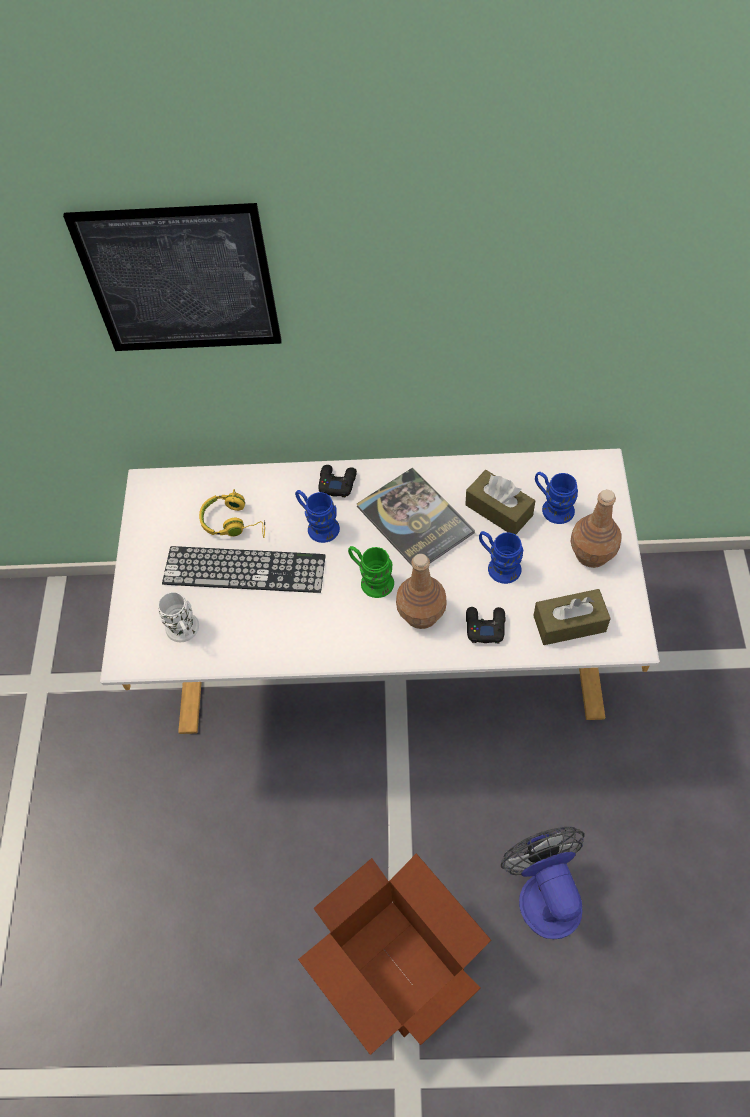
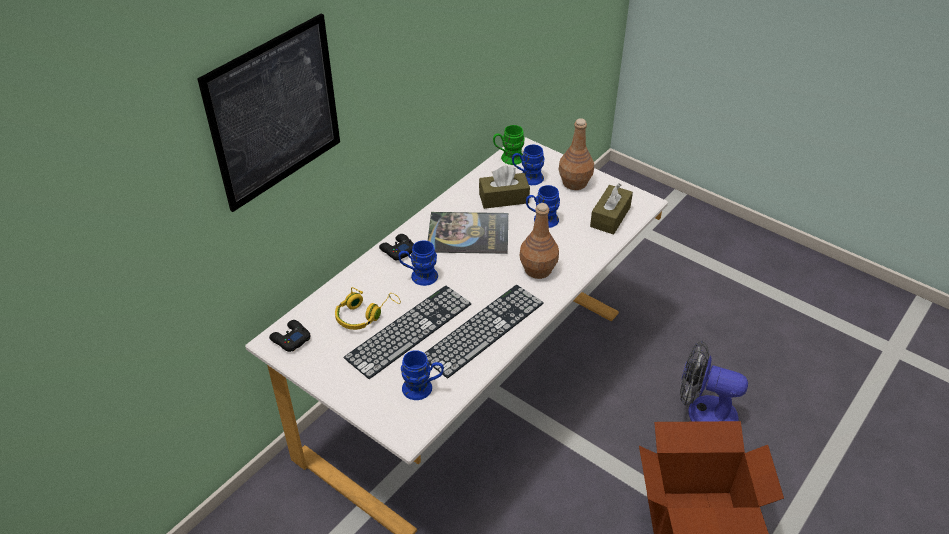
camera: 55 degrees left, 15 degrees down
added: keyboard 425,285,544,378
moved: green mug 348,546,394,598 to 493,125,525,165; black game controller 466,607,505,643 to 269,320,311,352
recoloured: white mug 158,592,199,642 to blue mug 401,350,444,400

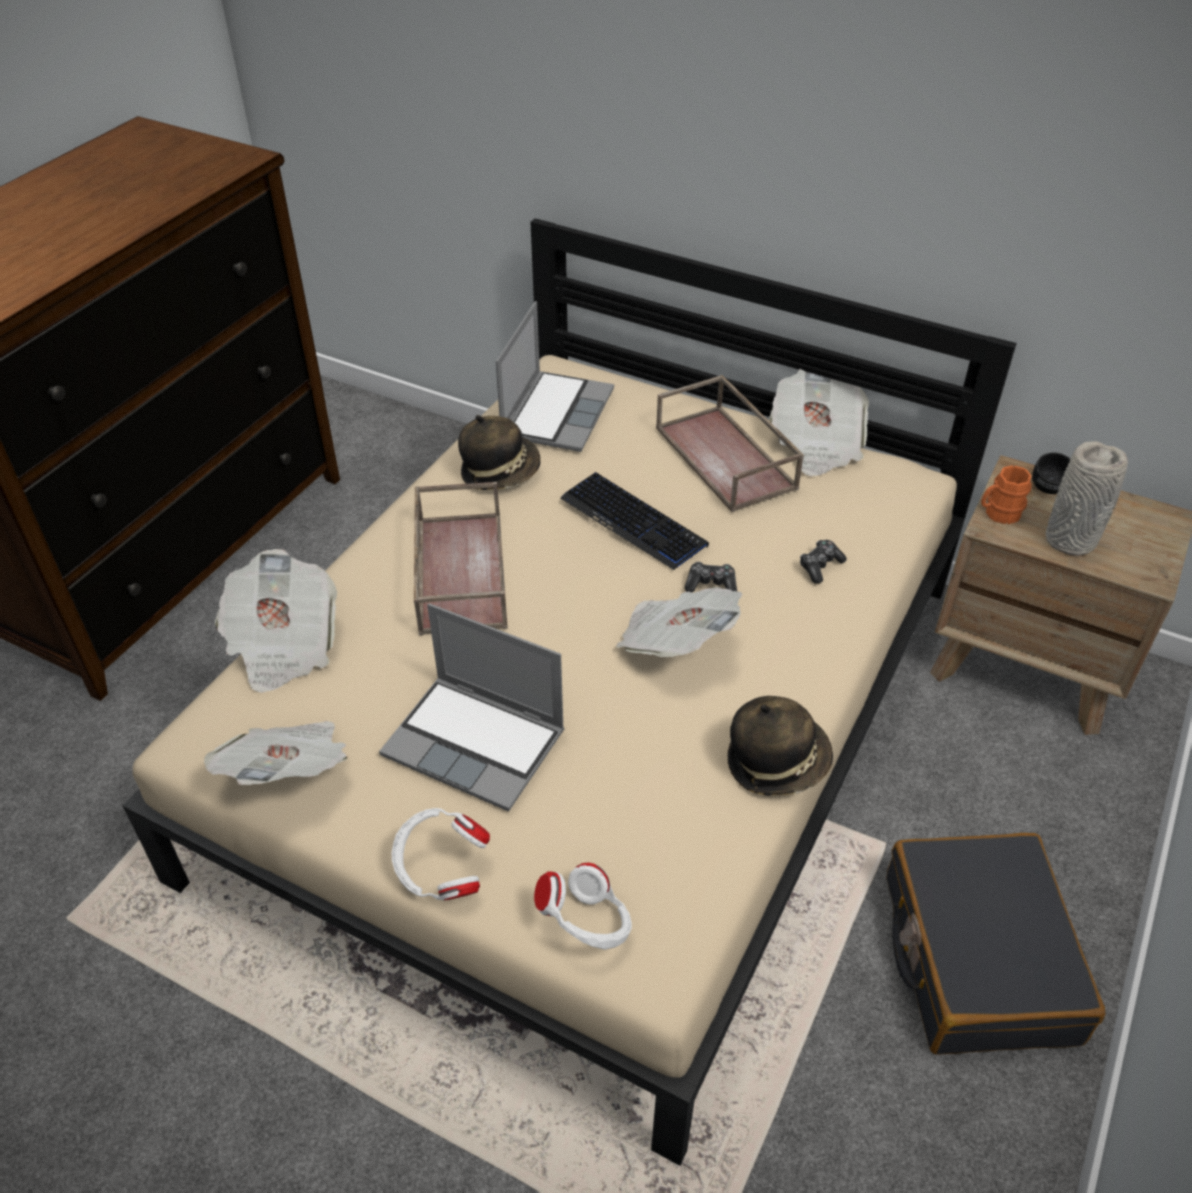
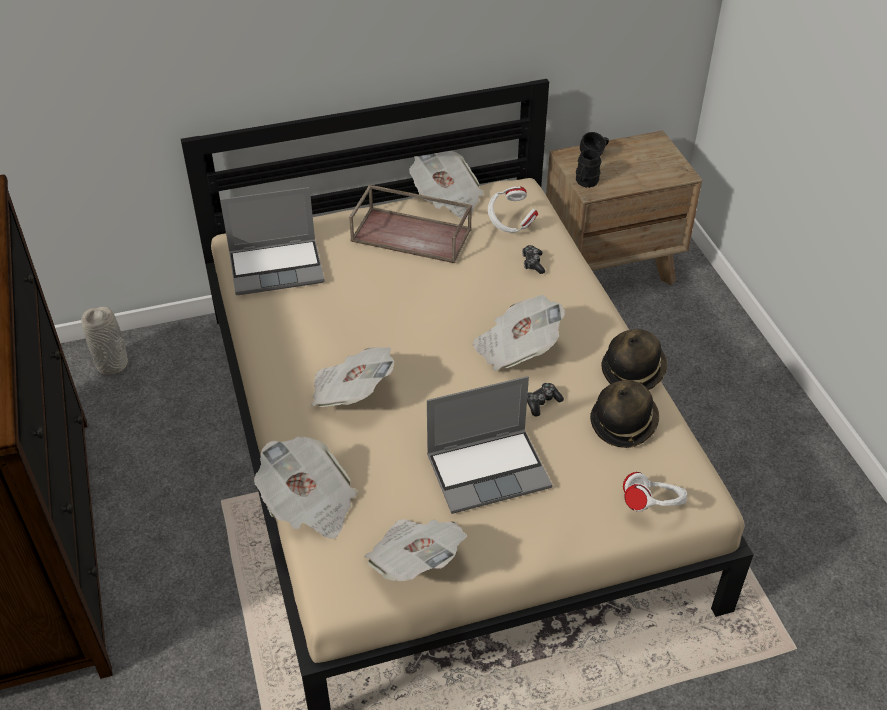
camera: 45 degrees left, 0 degrees up
removed: keyboard 560,472,709,570; black suitcase 887,833,1105,1055
moved: white headphones 392,808,490,900 to 488,186,538,233; hat 458,415,541,490 to 590,380,659,448; game controller 685,562,737,592 to 527,383,564,417; grey vase 1045,441,1128,556 to 81,306,128,375
replaced: brown tray 414,482,508,635 to newspaper 311,347,394,407
recoloured: orange mug 981,466,1032,524 to black mug 576,149,601,188
turned: laptop 496,301,614,452 = 220,187,324,295 105 degrees clockwise

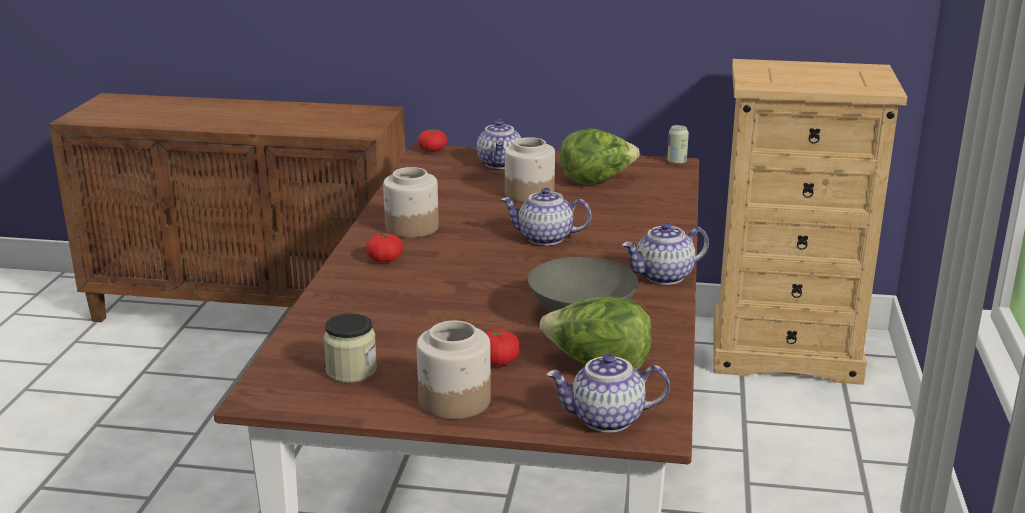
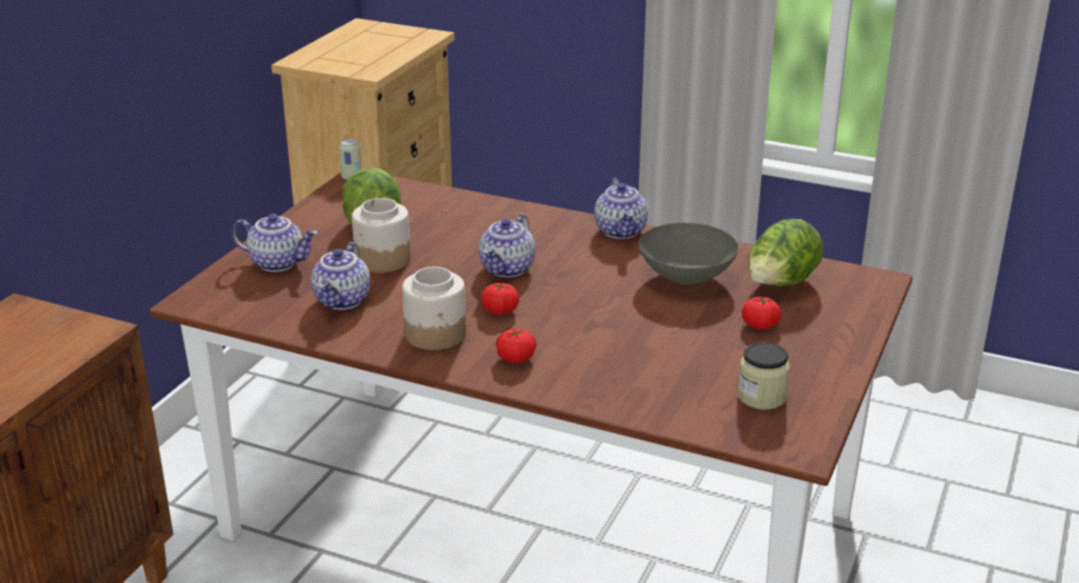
camera: 75 degrees left, 5 degrees up
removed: jar 417,320,491,419
moved: tomato 418,129,447,152 to 481,283,519,315; teapot 546,354,670,433 to 311,242,370,310

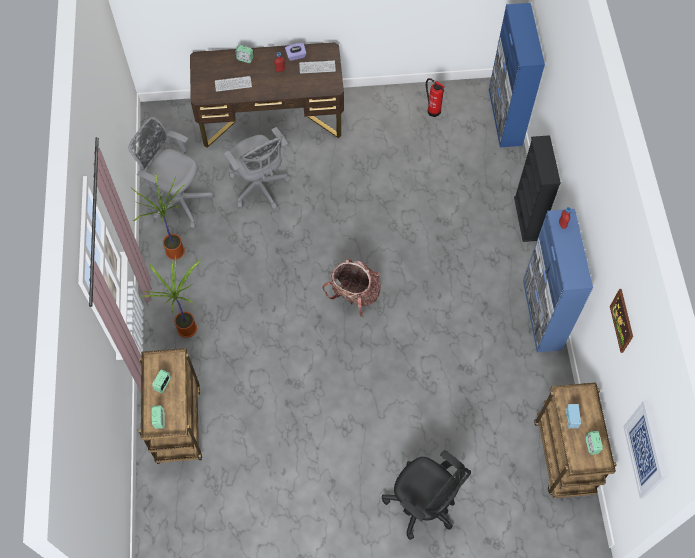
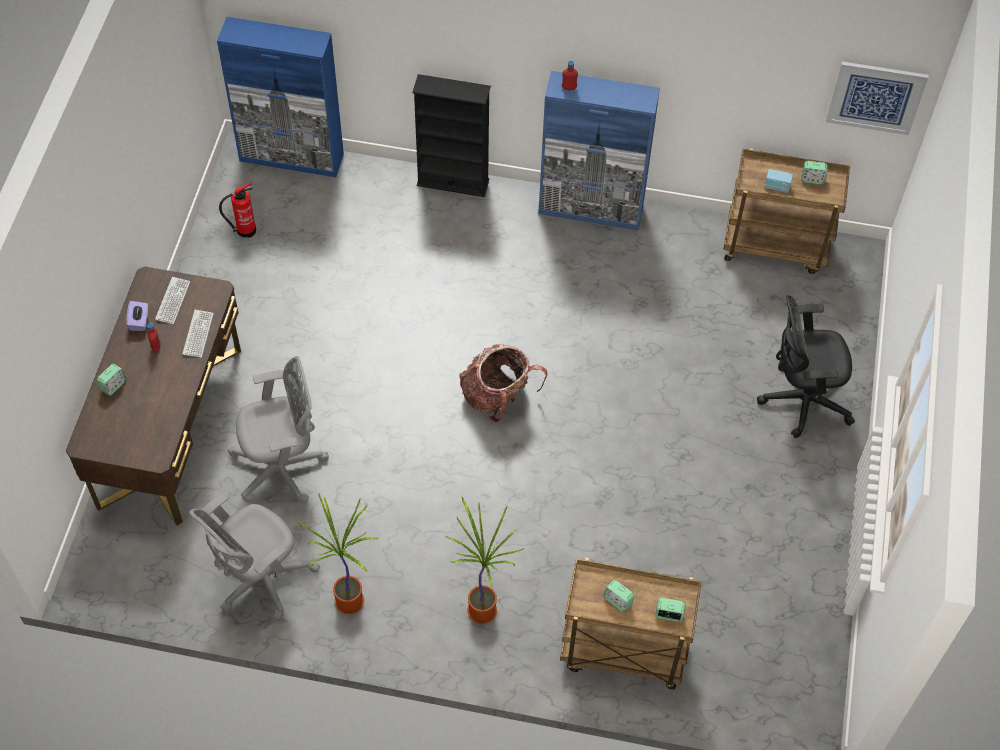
camera: 75 degrees left, 5 degrees down
removed: picture 610,289,633,353
moved: keyboard 215,76,252,92 to 182,310,214,358
turned: black office chair 382,450,471,540 = 757,295,855,438 150 degrees counterclockwise

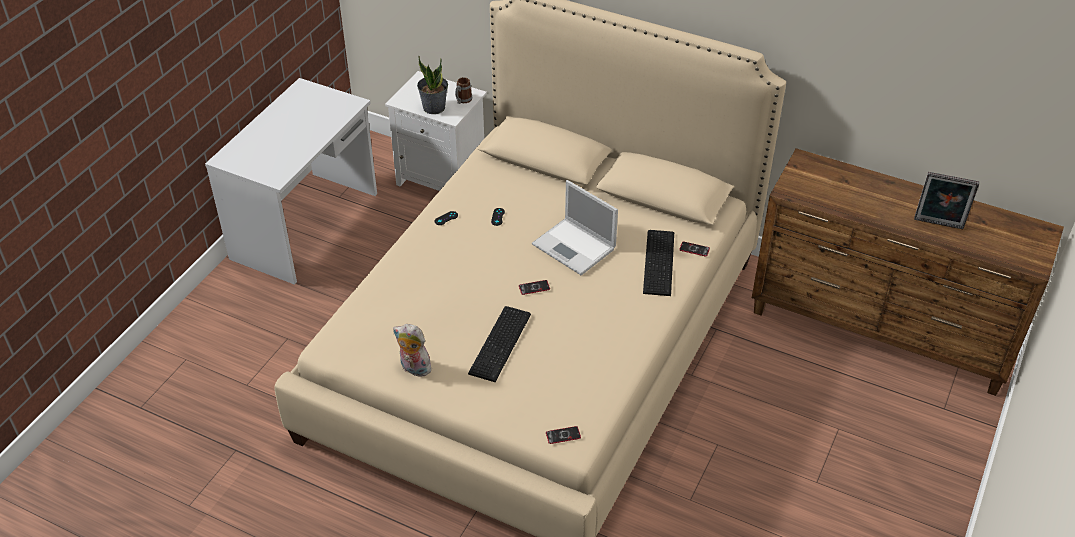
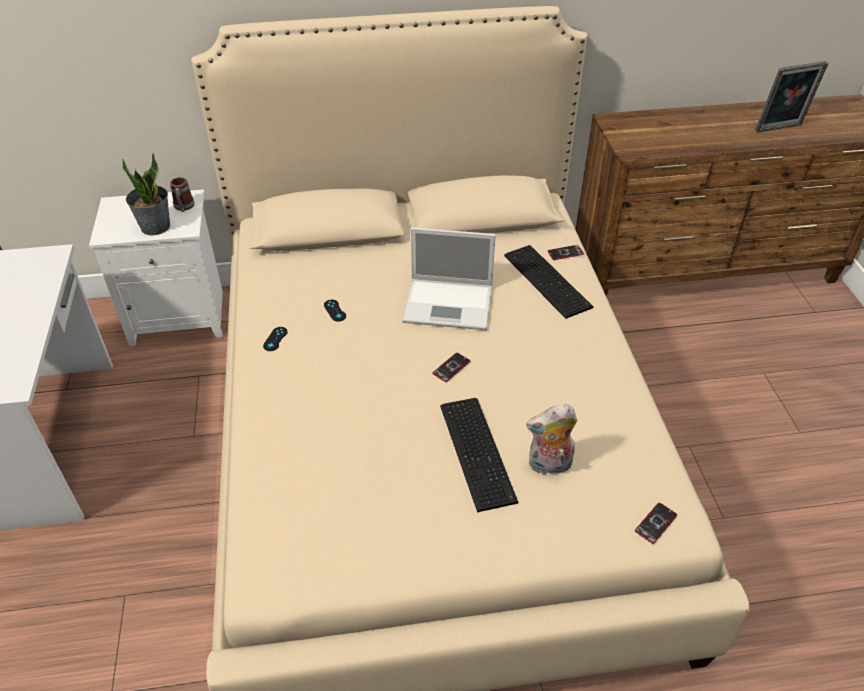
camera: 35 degrees left, 0 degrees up
moved: plush toy 393,324,432,377 to 526,404,578,475

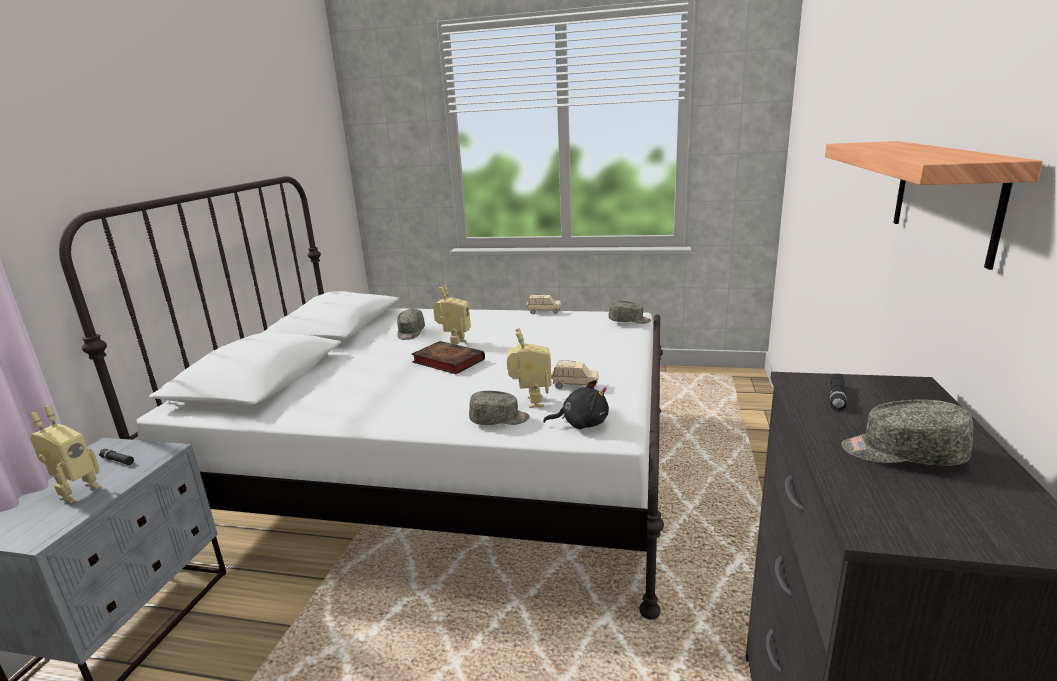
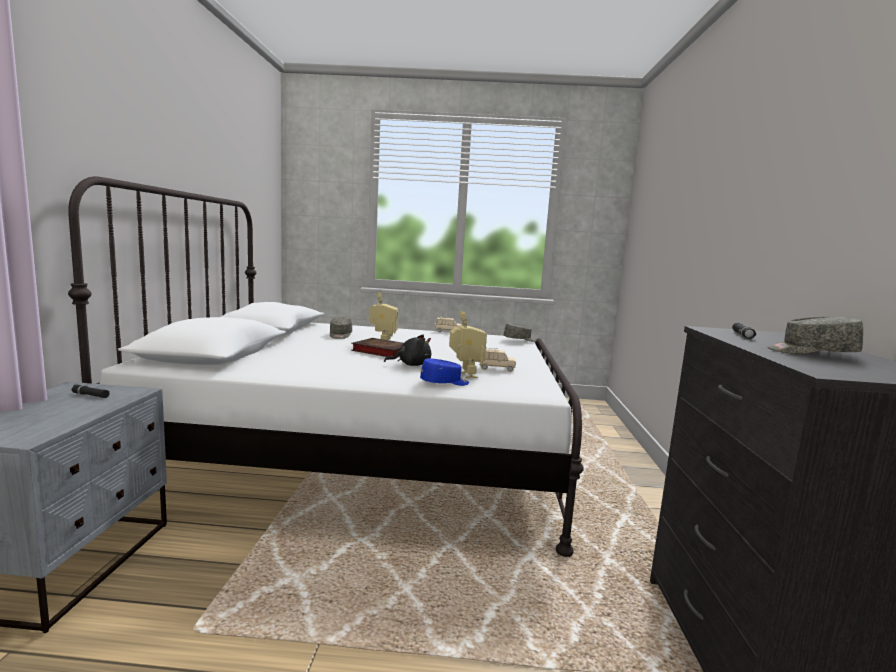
camera: 10 degrees left, 10 degrees down
removed: toy robot 29,406,100,503; shelf 825,141,1043,270
moved: black plush toy 543,380,609,429 to 384,335,431,366
recoloured: grey cap 469,391,529,425 to blue cap 420,359,469,386

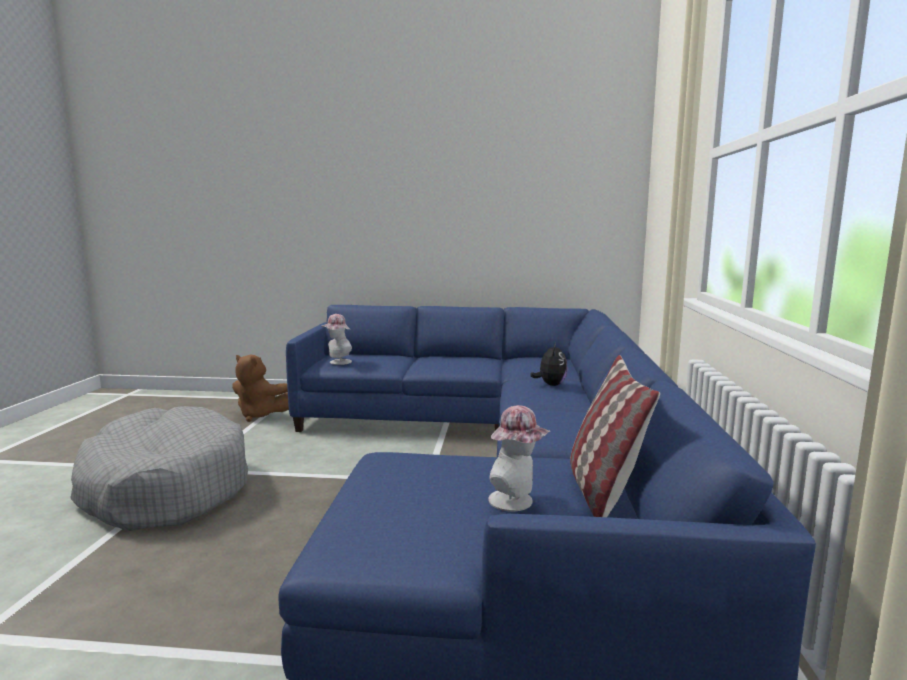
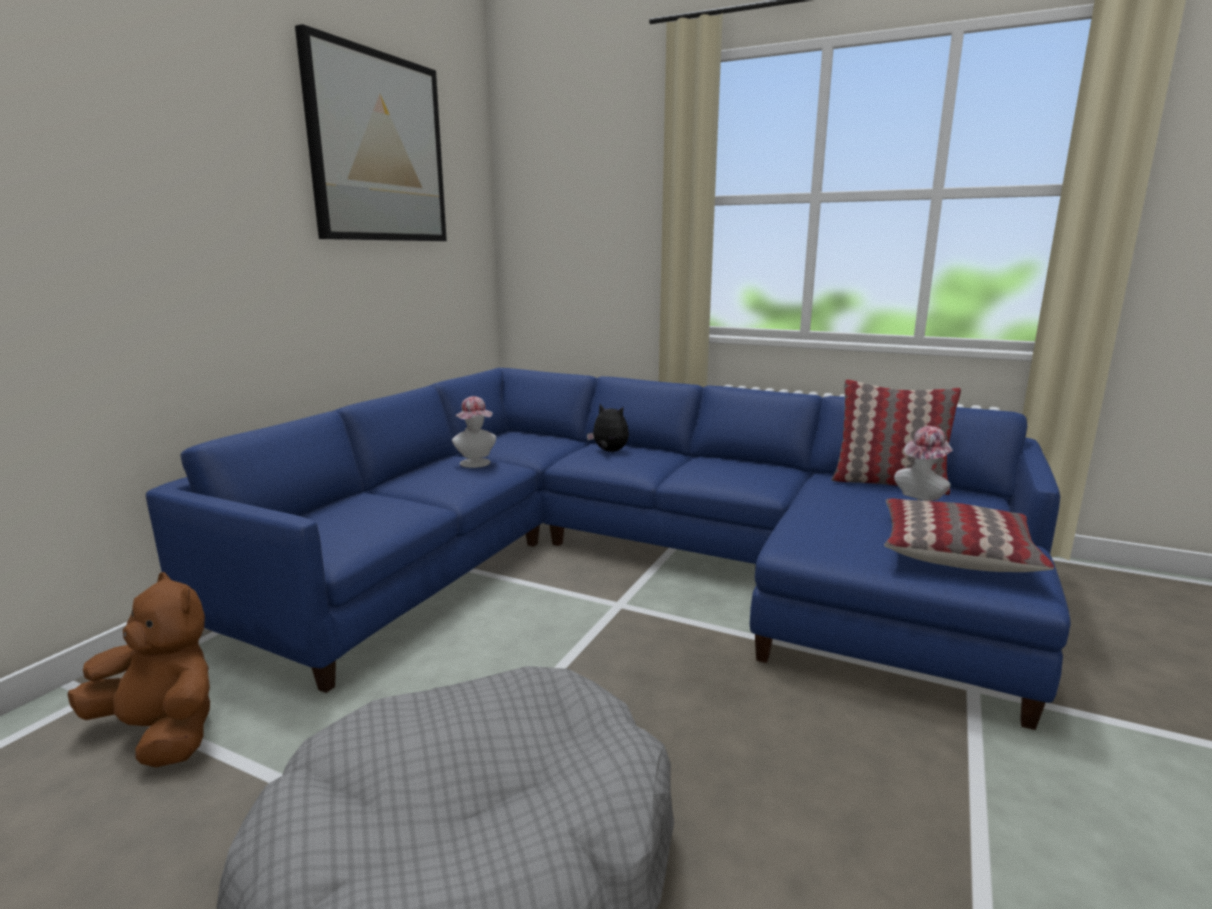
camera: 70 degrees left, 5 degrees up
added: picture 295,24,447,241; pillow 884,498,1054,572
moved: hat 322,314,352,365 to 452,396,496,468
turned: brown plush toy 232,355,289,422 = 67,572,210,767 105 degrees counterclockwise

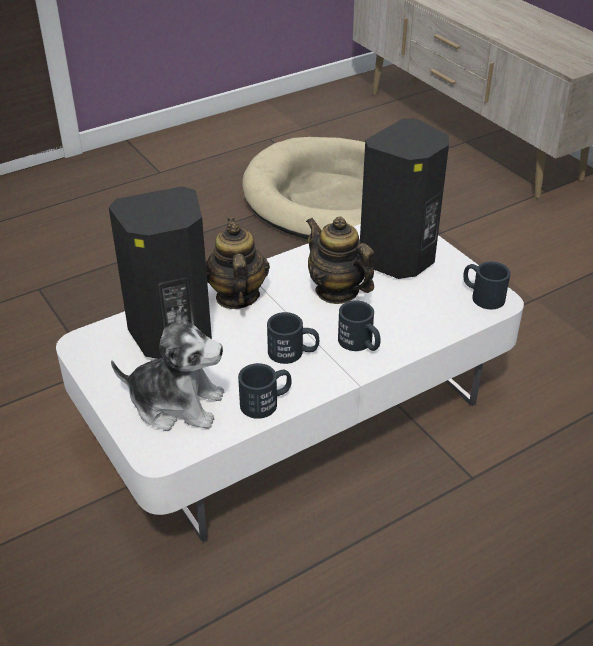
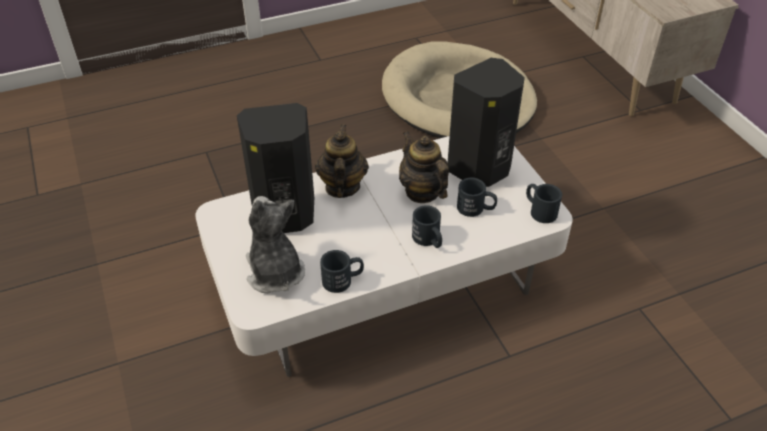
camera: 10 degrees right, 5 degrees up
moved: black mug 267,312,319,364 to 457,178,497,217
turned: plush toy 111,308,225,431 = 246,196,305,294 135 degrees counterclockwise

